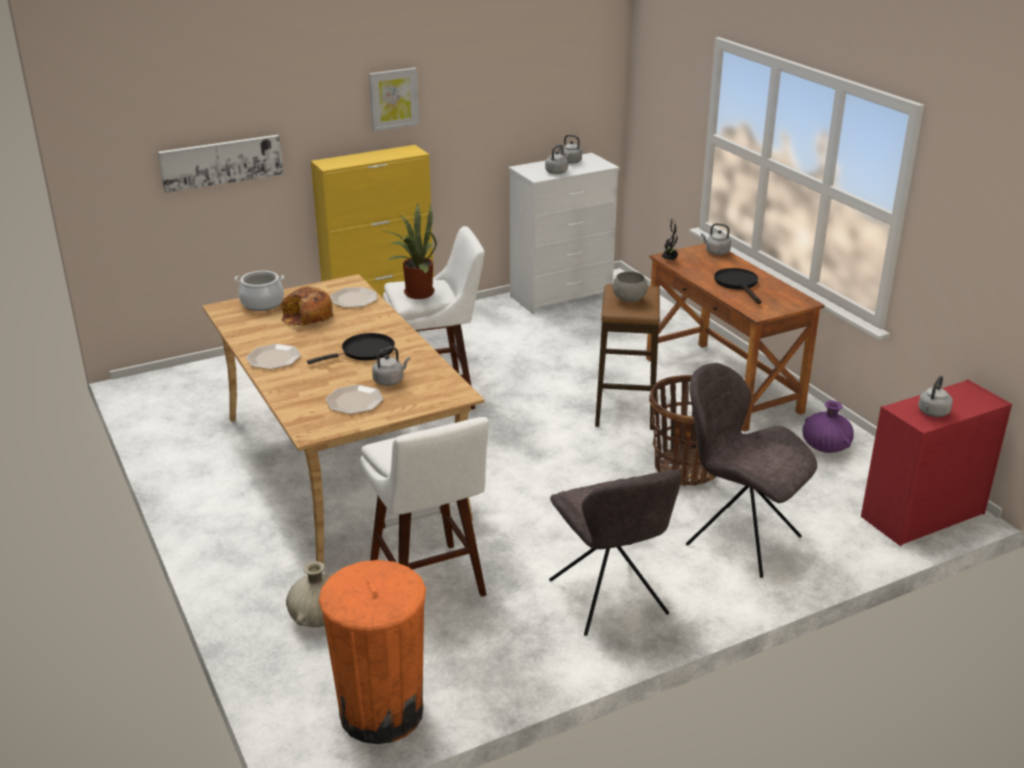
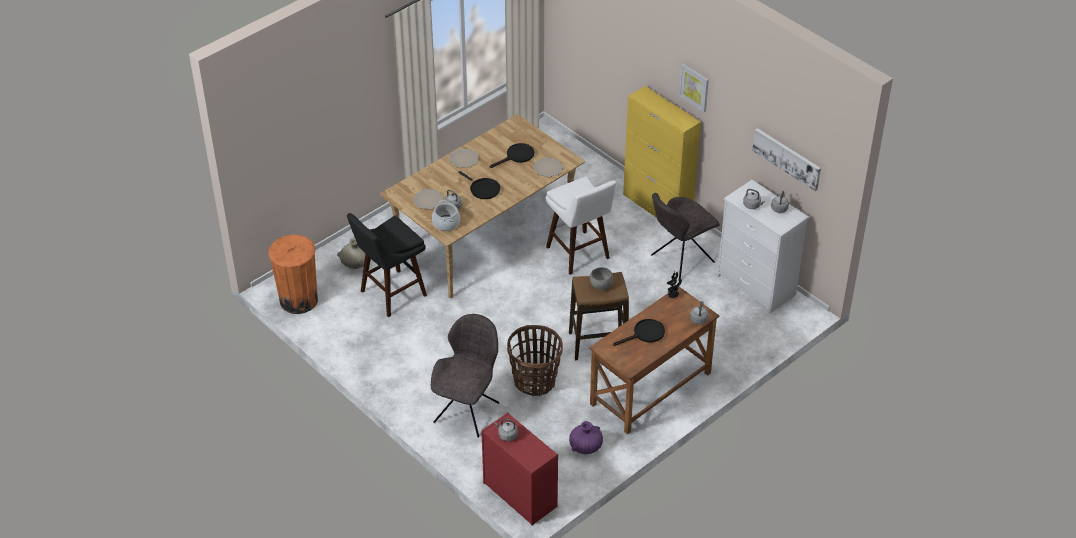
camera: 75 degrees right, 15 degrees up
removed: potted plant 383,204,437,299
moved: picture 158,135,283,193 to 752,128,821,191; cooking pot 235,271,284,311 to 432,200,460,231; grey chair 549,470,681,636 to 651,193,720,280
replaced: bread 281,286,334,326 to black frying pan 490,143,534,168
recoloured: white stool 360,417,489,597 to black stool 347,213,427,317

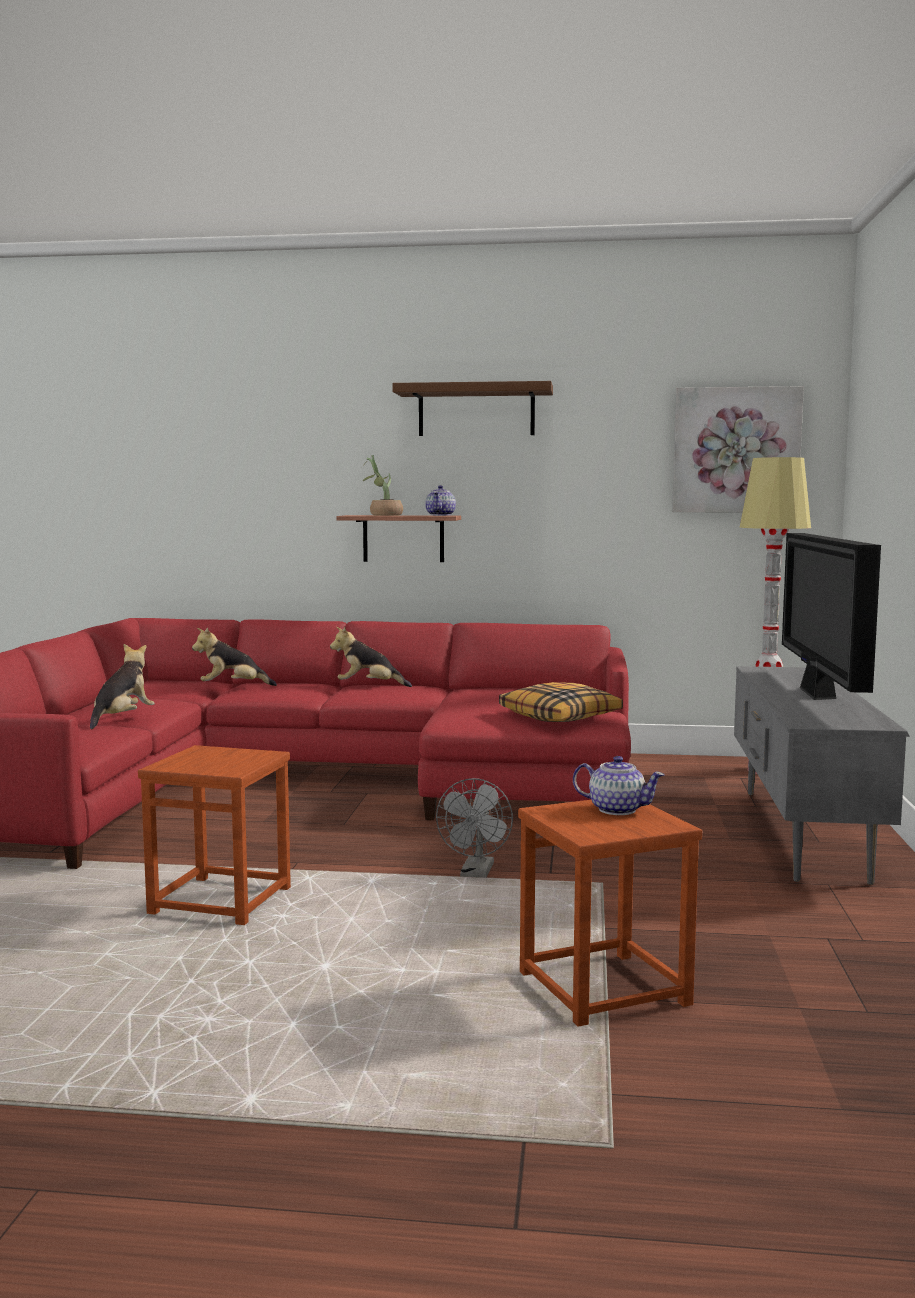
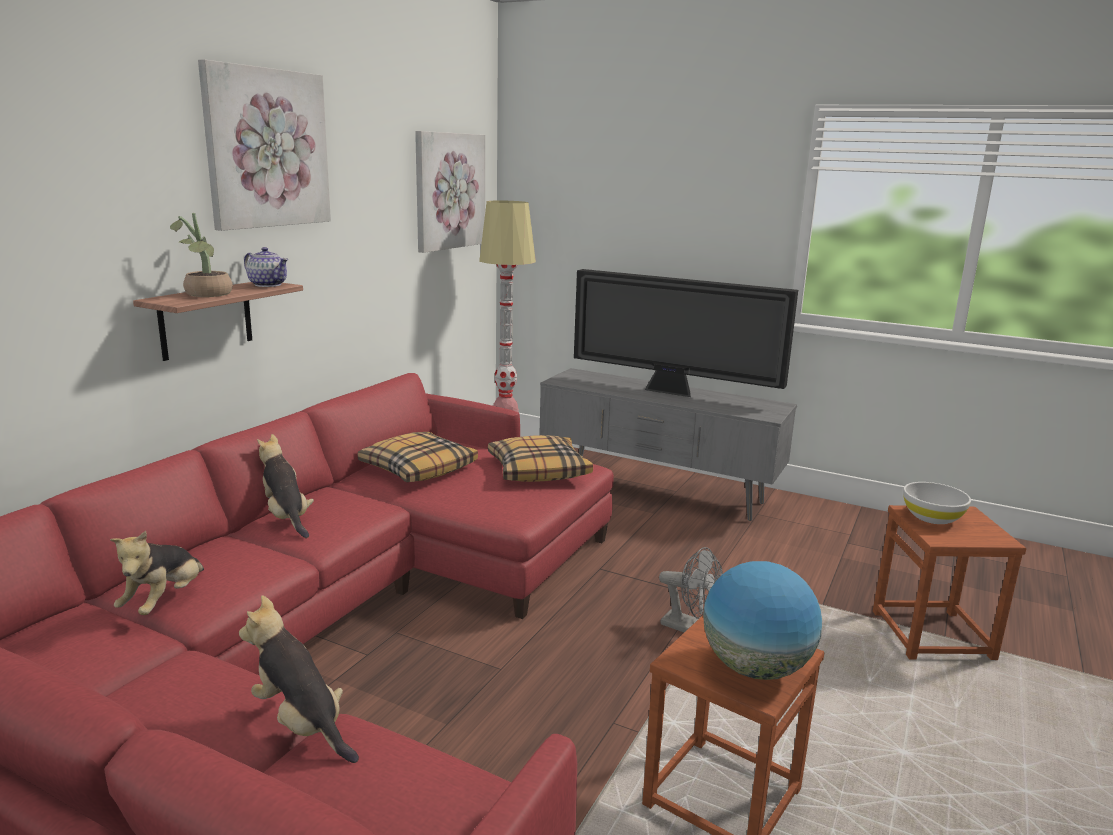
camera: 70 degrees left, 10 degrees up
added: pillow 358,432,478,482; globe 703,561,822,680
replaced: brown shelf 392,381,553,436 to picture 198,59,331,231; teapot 573,756,665,815 to white bowl 903,482,971,524
turned: plush toy 330,627,412,687 = 257,434,314,538 120 degrees clockwise

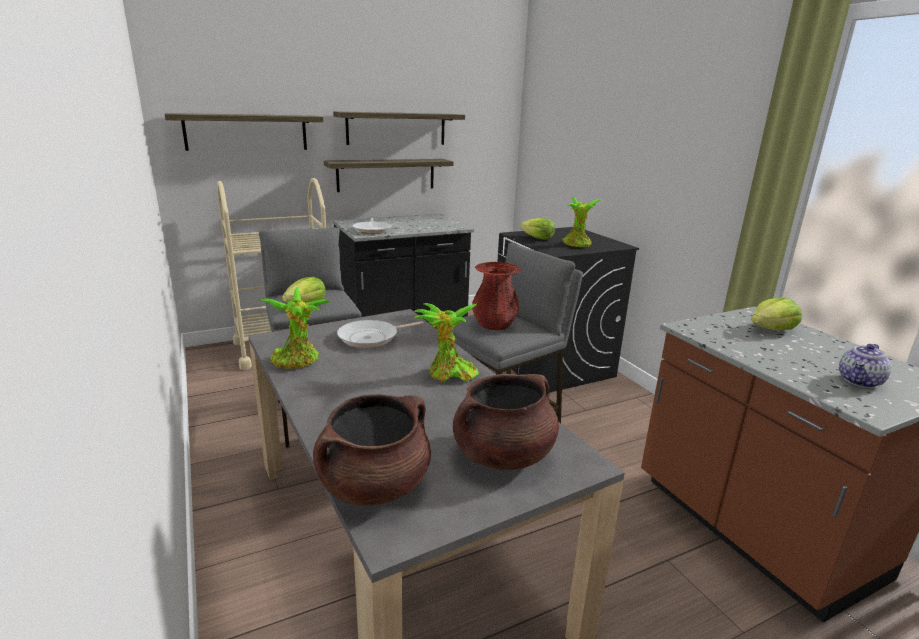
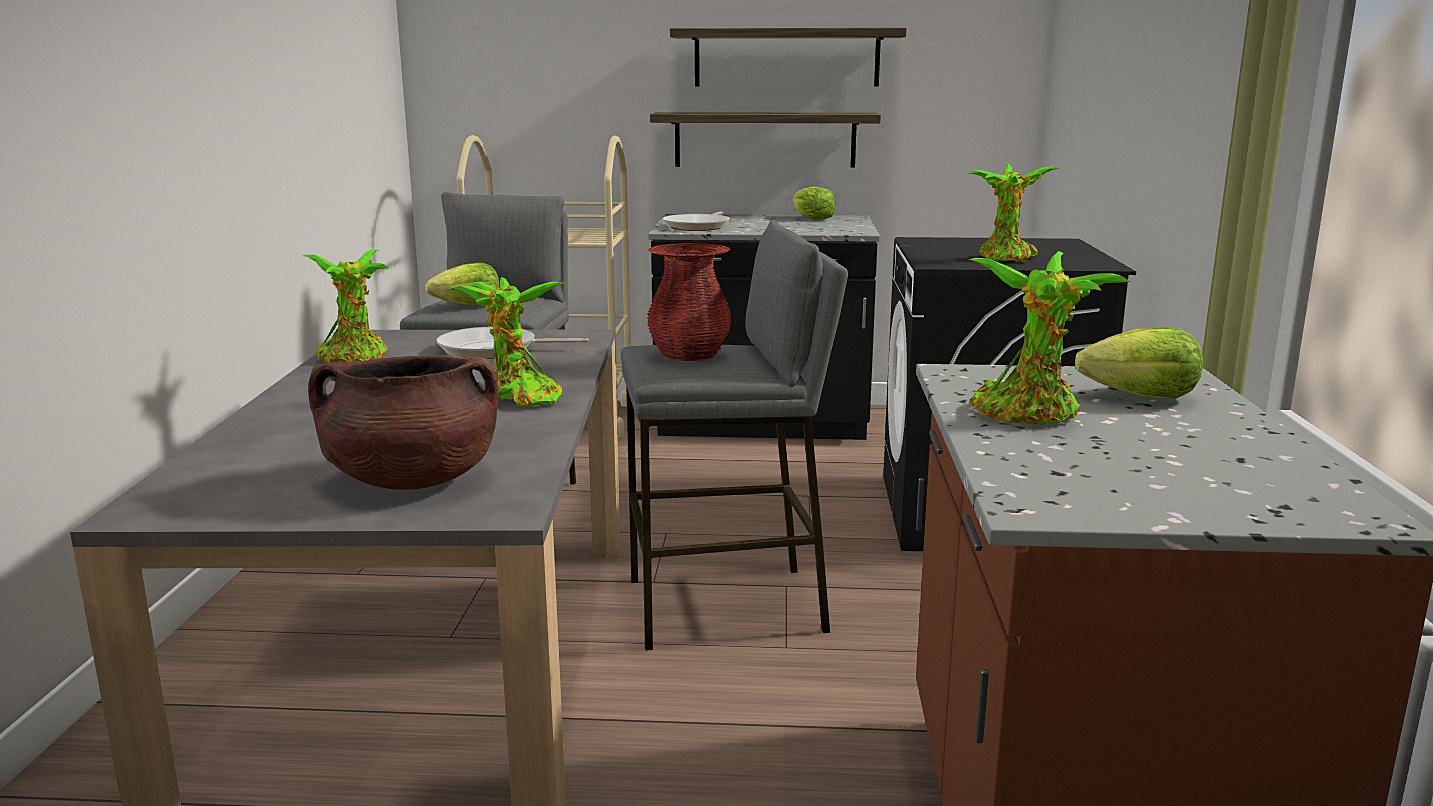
camera: 30 degrees right, 5 degrees down
removed: shelf 165,113,323,151; brown cooking pot 313,395,431,506; teapot 839,344,891,388
added: potted plant 969,251,1130,425
moved: lettuce 520,218,555,240 to 792,187,835,220

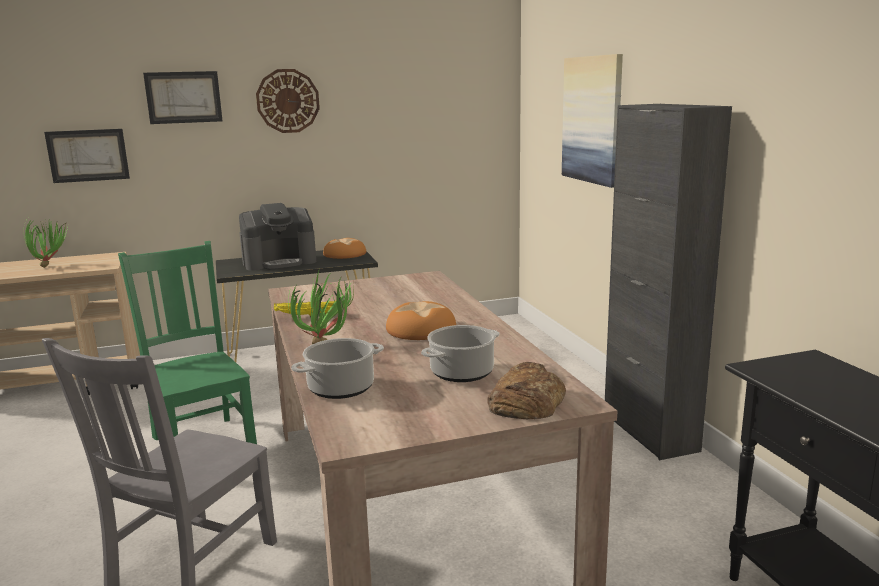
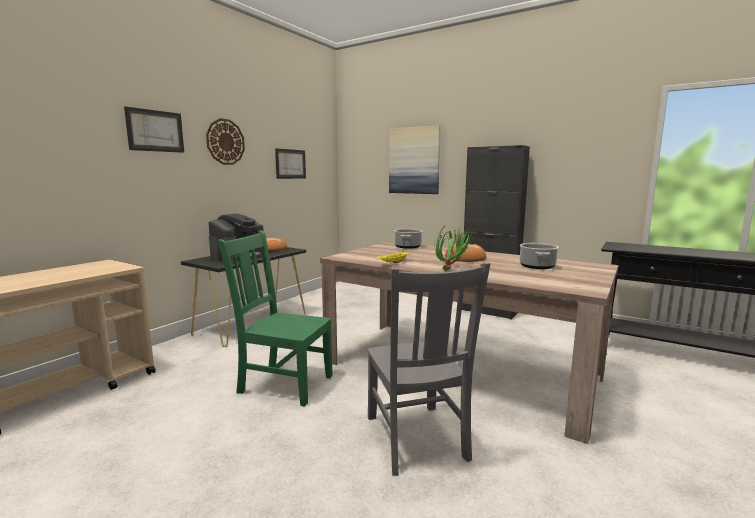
camera: 40 degrees left, 5 degrees down
removed: potted plant 23,218,68,268; bread 487,362,566,419
moved: picture 44,129,130,183 to 275,148,306,179; cooking pot 291,338,384,399 to 394,229,423,249

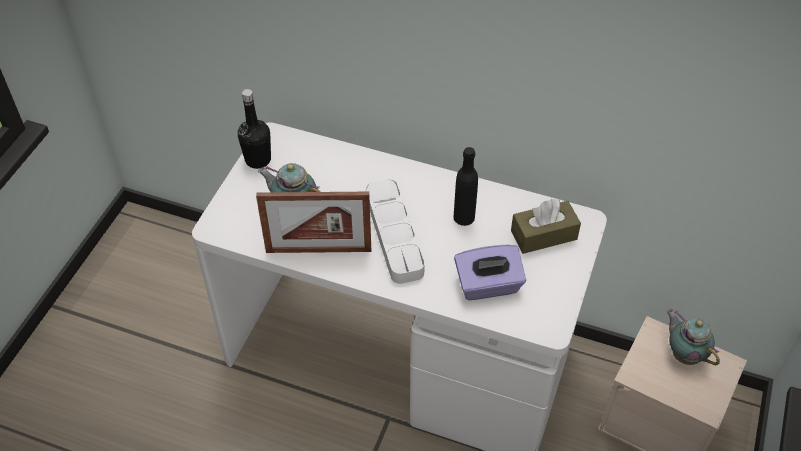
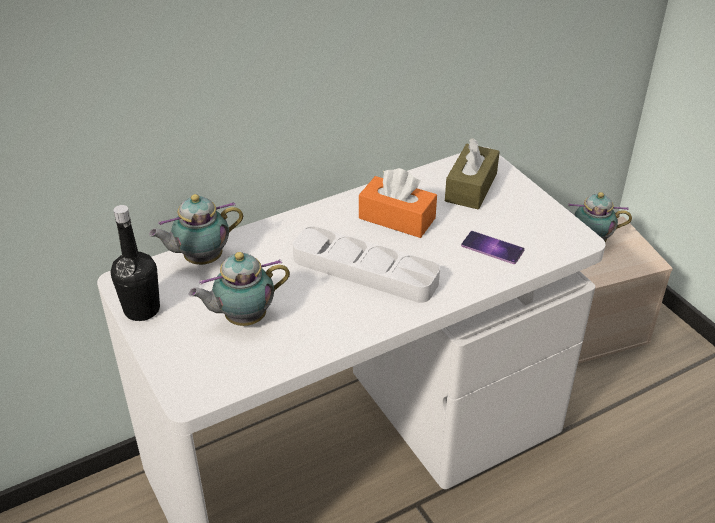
camera: 50 degrees left, 10 degrees down
removed: picture frame 256,192,371,253
added: teapot 149,194,243,265
replaced: black bottle 453,147,478,226 to orange tissue box 359,168,437,238; purple tissue box 454,245,526,300 to phone 461,231,525,264

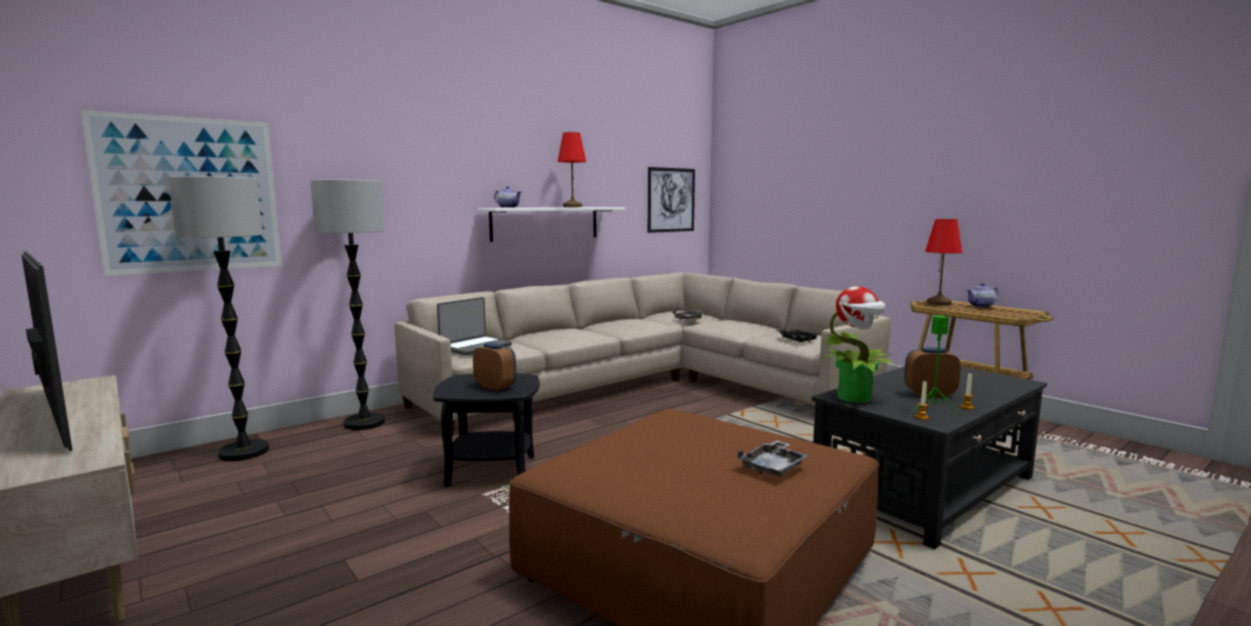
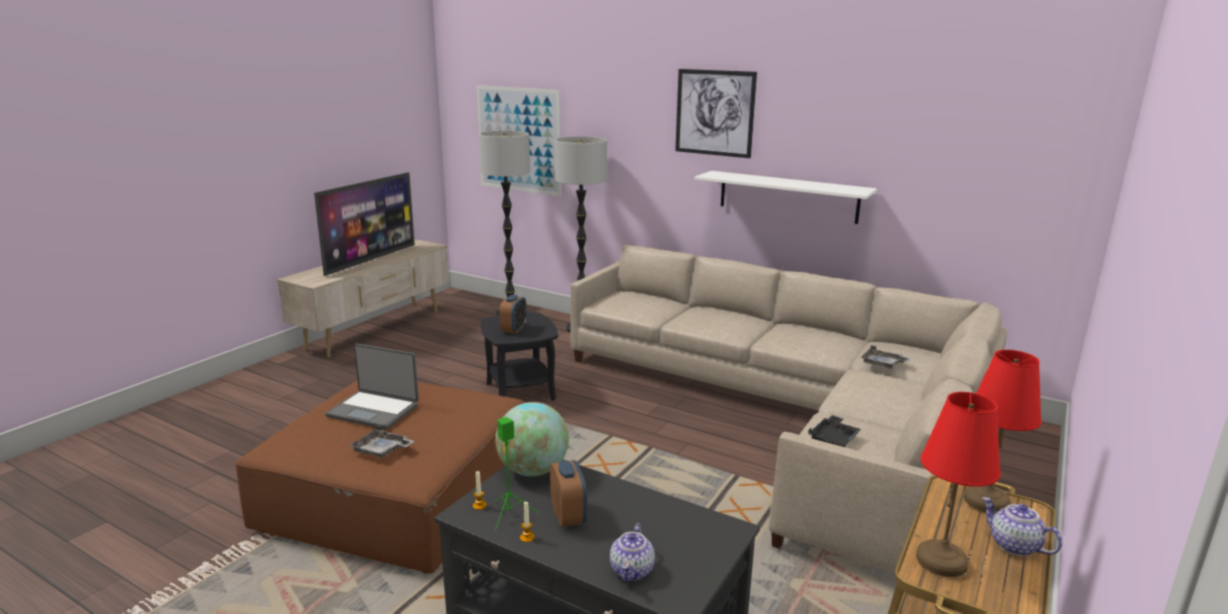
camera: 70 degrees right, 10 degrees up
moved: laptop 437,297,512,355 to 325,343,419,429; teapot 494,186,521,208 to 610,523,655,582; red table lamp 558,132,586,207 to 916,392,1001,577; picture 648,167,695,233 to 675,69,757,158
replaced: potted plant 821,286,898,403 to globe 495,402,569,476

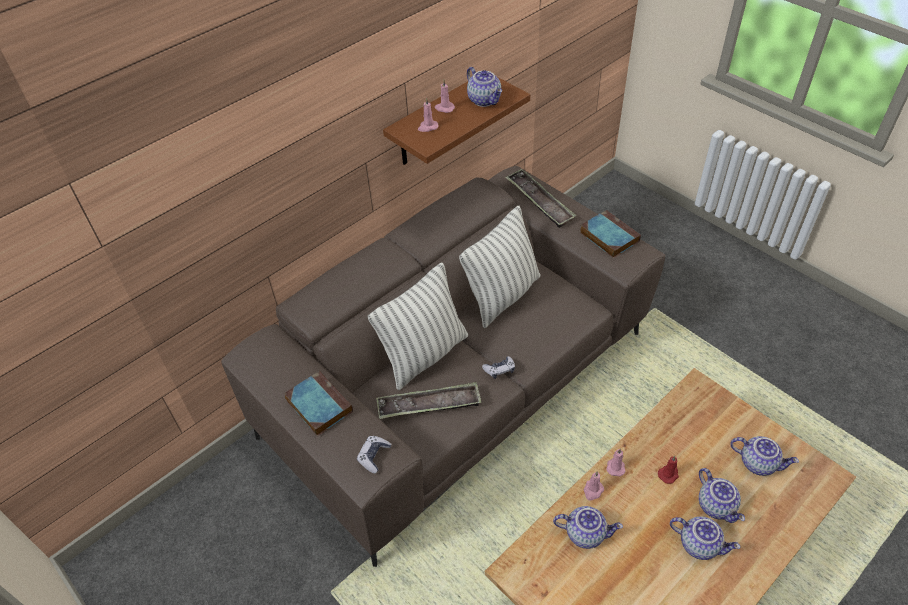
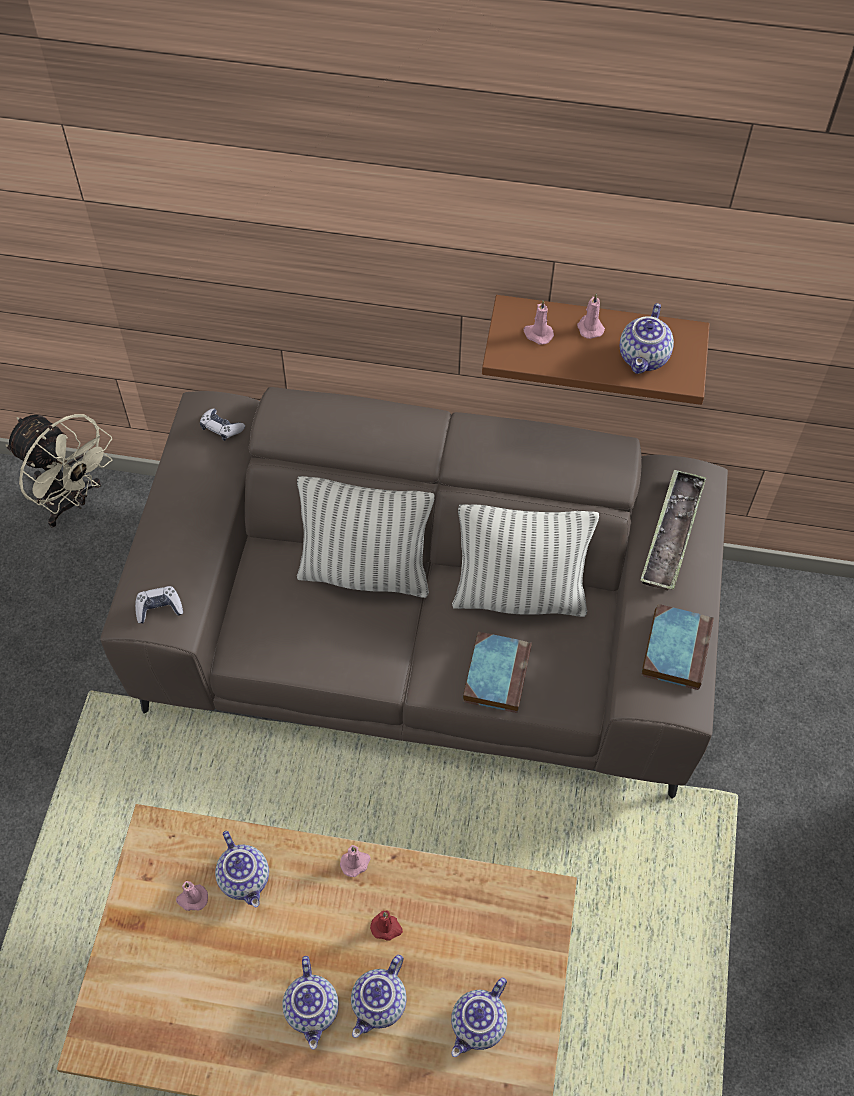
camera: 50 degrees right, 10 degrees up
removed: tray 376,382,481,419
added: beige fan 6,414,112,528
moved: book 284,371,353,436 to 463,632,532,713; game controller 482,356,515,379 to 200,408,245,441; pink candle 583,471,604,501 to 176,881,208,911
turned: teapot 730,436,799,476 = 451,977,507,1057 45 degrees clockwise

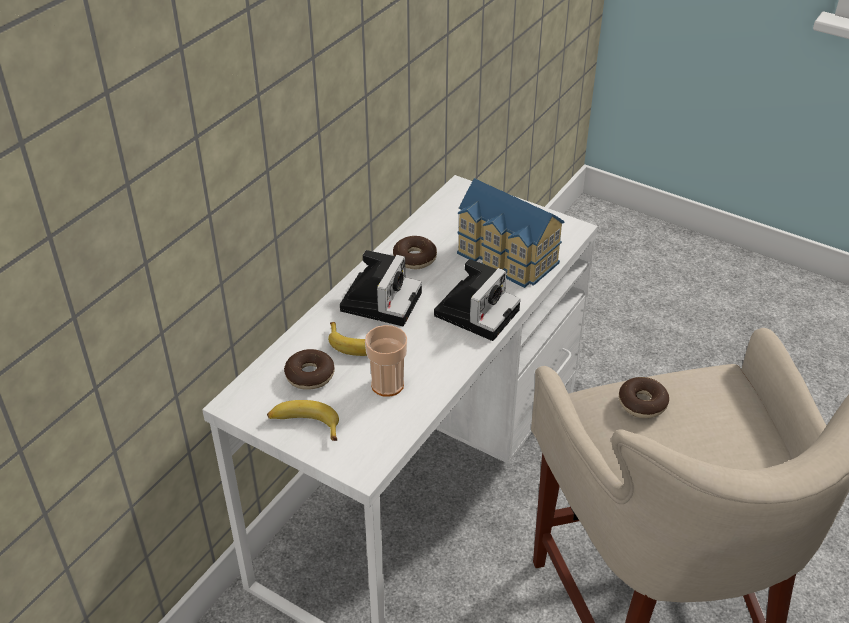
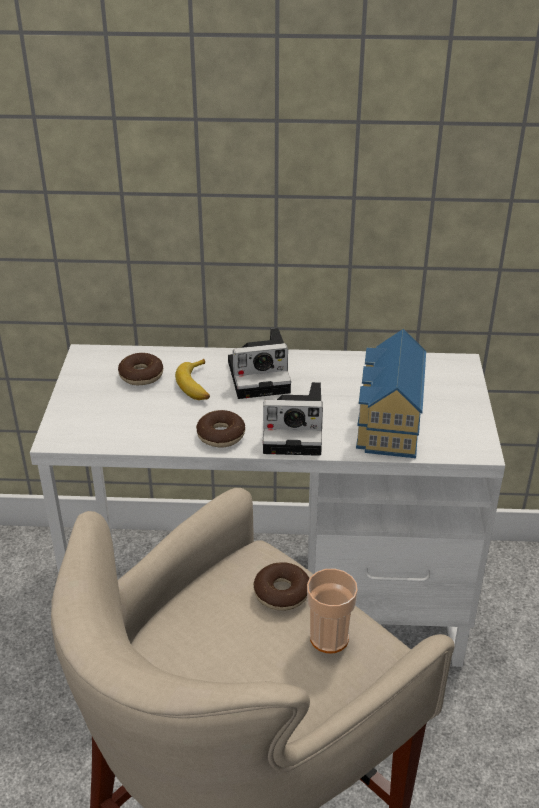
camera: 60 degrees right, 5 degrees down
removed: banana 267,400,339,441
moved: cup 365,325,407,397 to 307,569,358,653; donut 393,236,437,269 to 196,410,245,447

